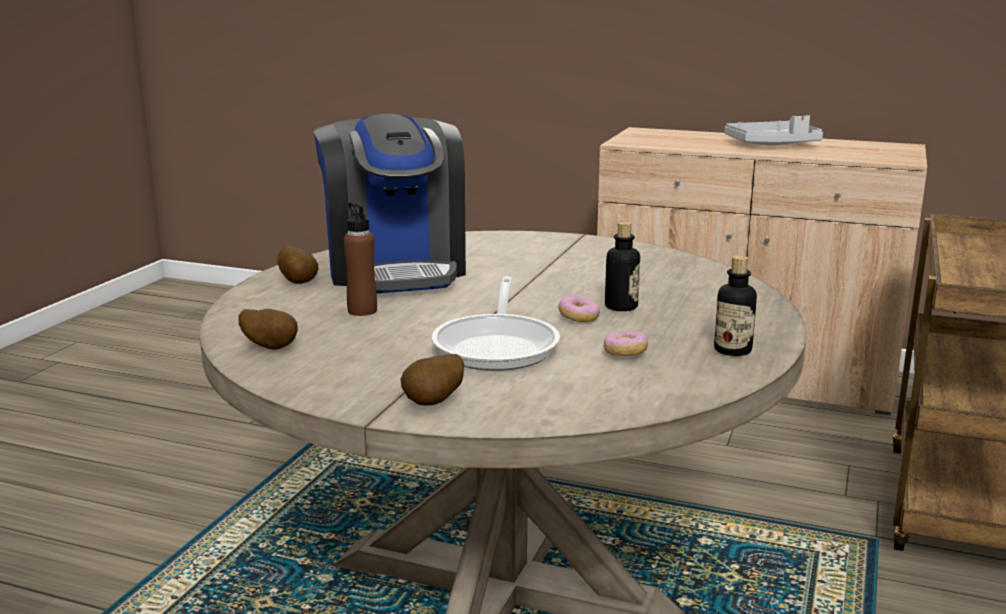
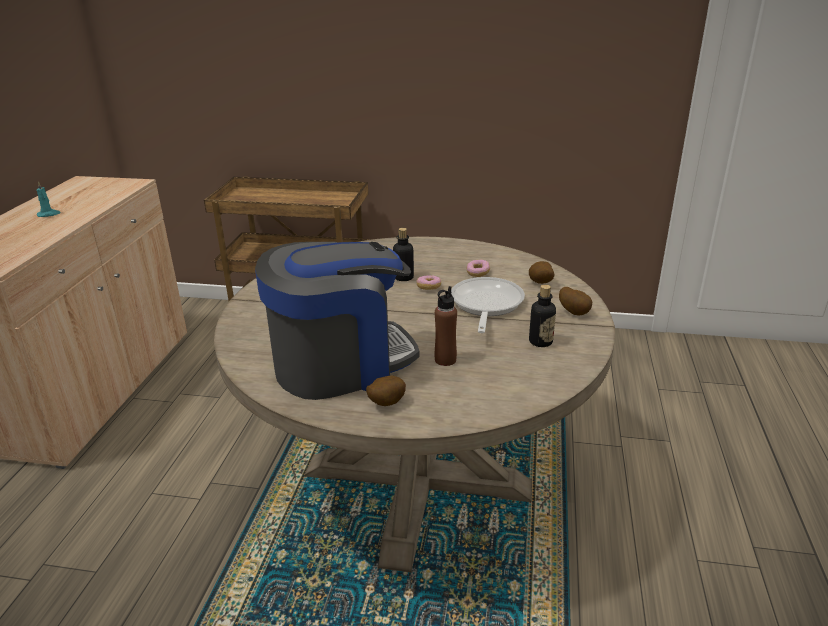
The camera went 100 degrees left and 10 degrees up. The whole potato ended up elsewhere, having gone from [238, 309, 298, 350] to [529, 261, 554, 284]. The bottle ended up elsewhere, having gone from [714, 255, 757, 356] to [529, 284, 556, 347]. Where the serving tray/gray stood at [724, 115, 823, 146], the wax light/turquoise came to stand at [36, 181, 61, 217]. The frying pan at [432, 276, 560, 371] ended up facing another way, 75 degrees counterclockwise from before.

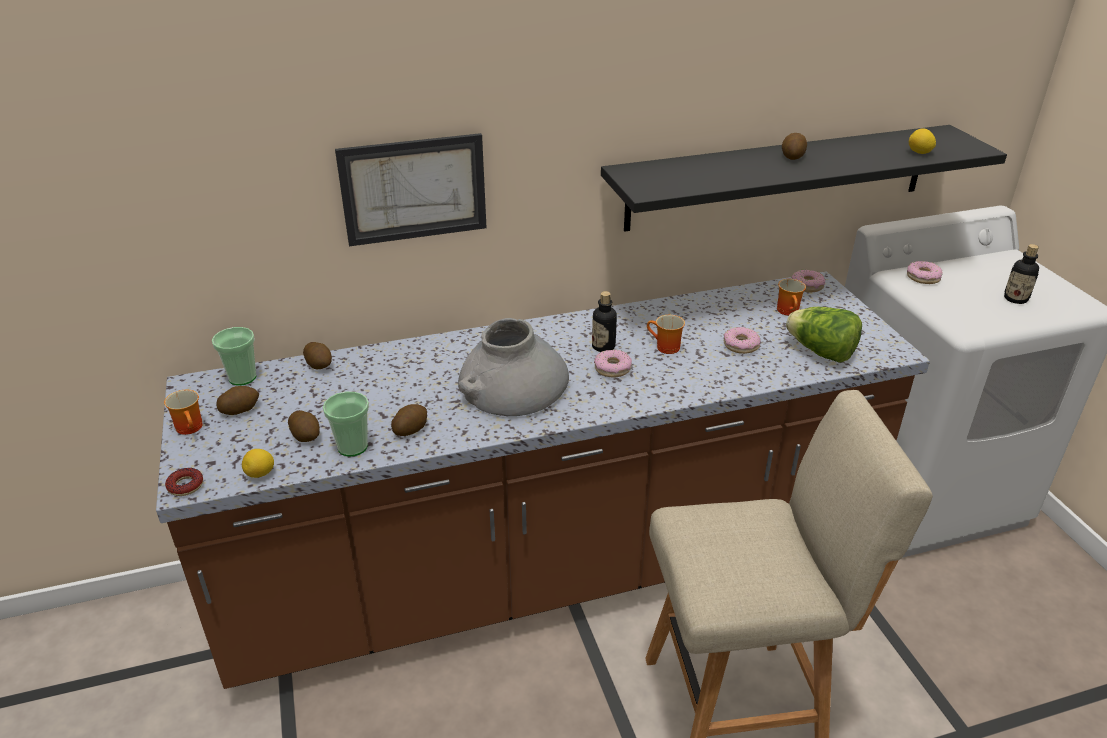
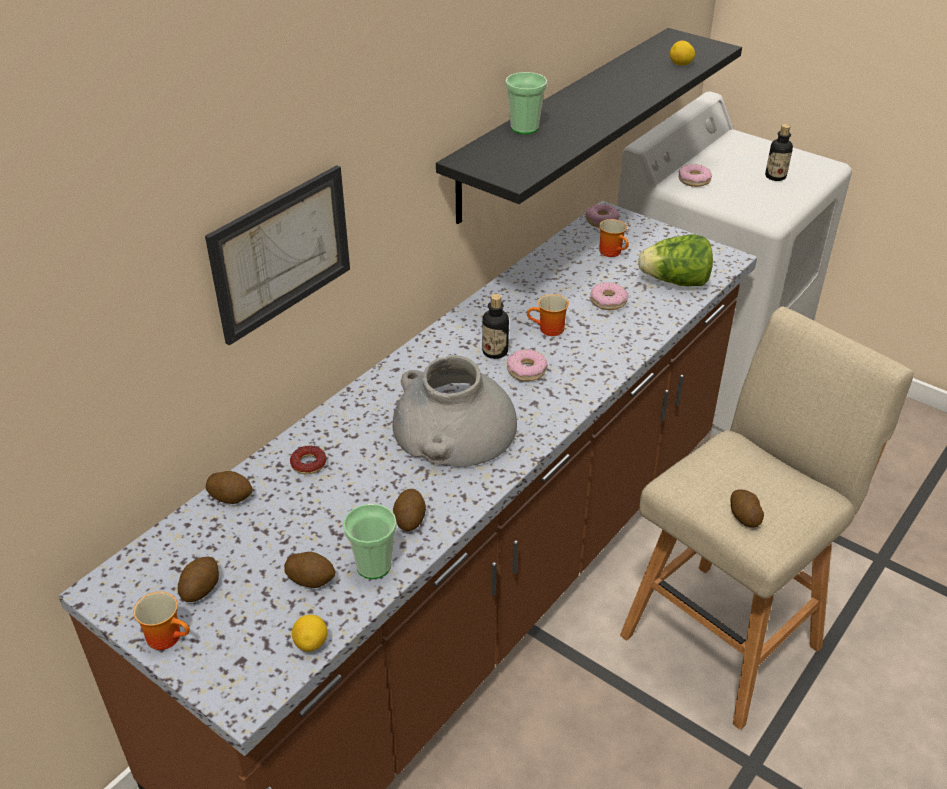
The camera went 35 degrees left and 5 degrees up. The ring doughnut ended up elsewhere, having gone from [165, 468, 203, 496] to [290, 446, 326, 474]. The drinking cup ended up elsewhere, having gone from [212, 327, 256, 386] to [505, 72, 547, 134]. The whole potato ended up elsewhere, having gone from [782, 133, 807, 160] to [730, 489, 764, 528].

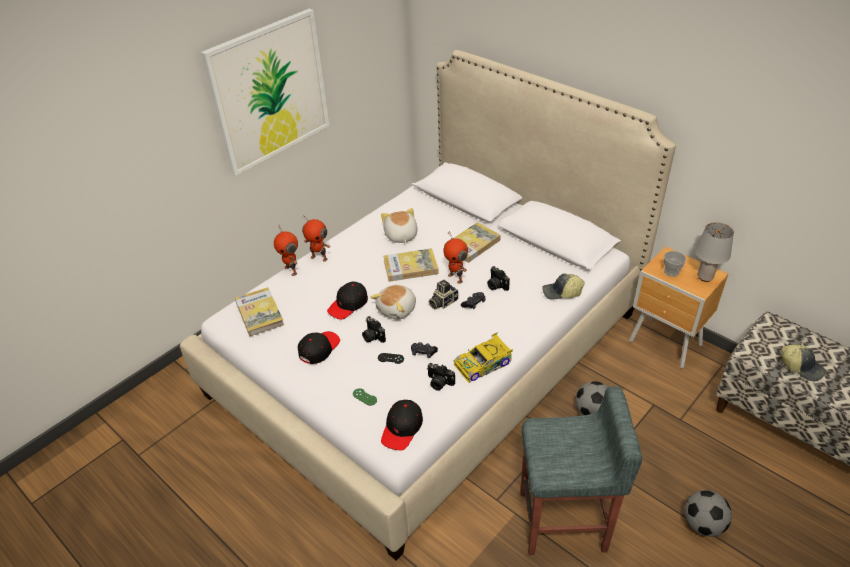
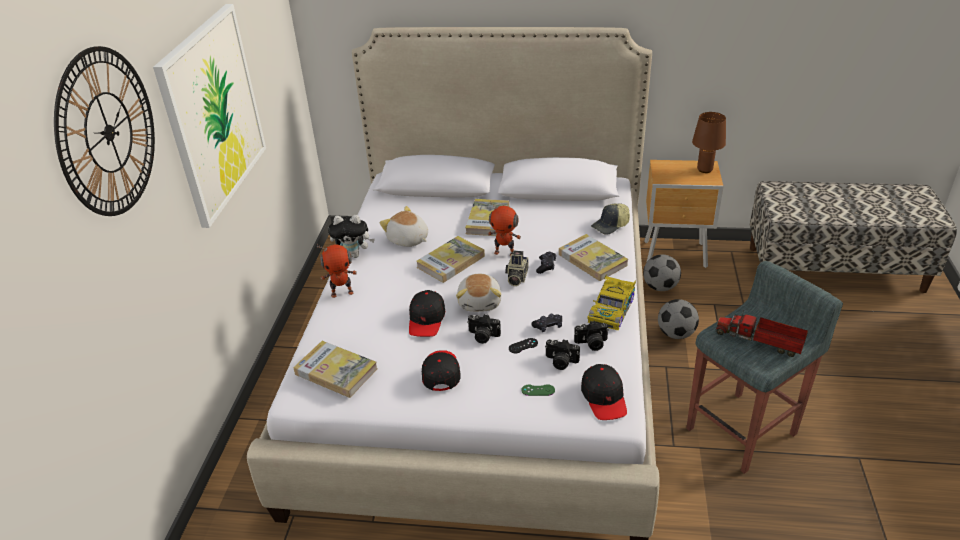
The camera went 35 degrees left and 5 degrees down. The second view lost the toy robot at [274, 224, 298, 276]. The second view lost the drinking cup at [664, 251, 686, 277]. The second view lost the baseball cap at [782, 344, 826, 381]. The second view gained the hanging clock at [54, 46, 155, 216]. The second view gained the soft toy at [328, 215, 375, 258]. The second view gained the volume at [559, 234, 628, 281]. The second view gained the model truck at [715, 310, 808, 357]. The photo camera ended up elsewhere, having gone from [487, 266, 510, 291] to [545, 339, 580, 370]. The football ended up elsewhere, having gone from [684, 490, 732, 537] to [643, 254, 681, 291]. What was the table lamp/gray at [695, 222, 734, 282] turned into the table lamp/brown-coloured at [692, 112, 726, 173].

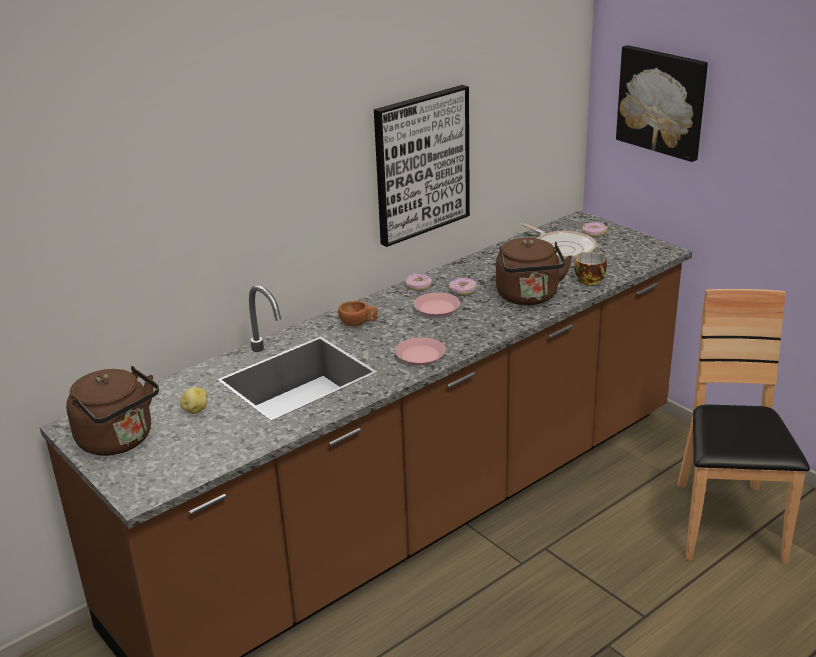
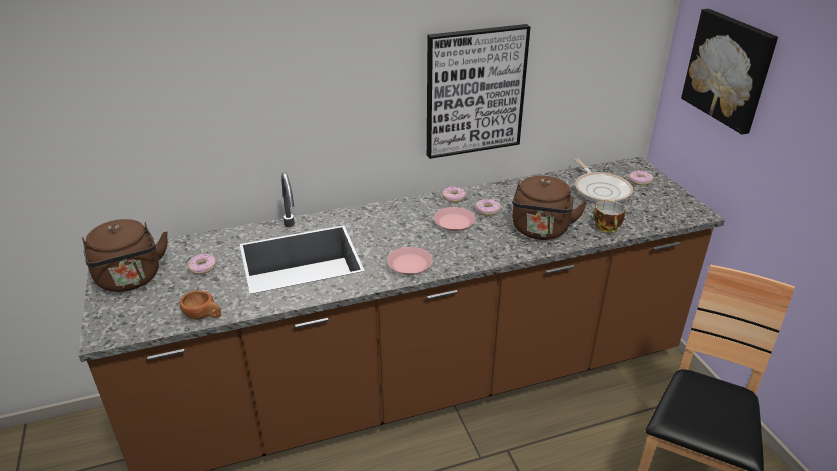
The camera went 20 degrees right and 5 degrees up. The drinking cup/brown-coloured ended up elsewhere, having gone from [338, 301, 378, 327] to [180, 290, 221, 320]. Where the whole potato stood at [180, 387, 207, 414], the ring doughnut came to stand at [188, 254, 217, 275].

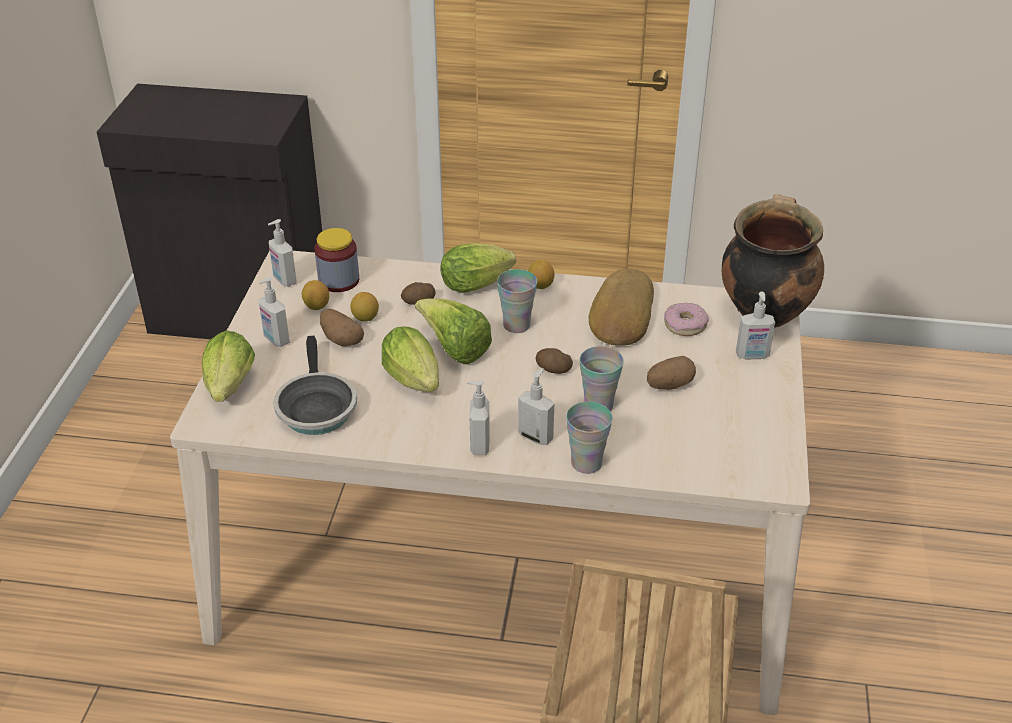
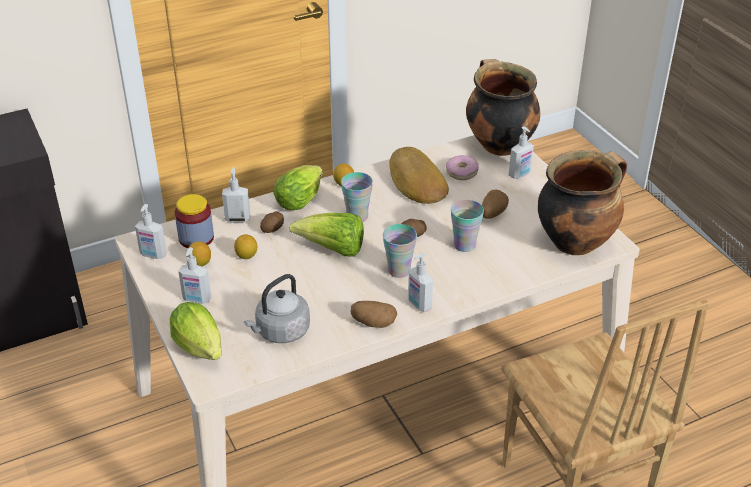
The camera went 35 degrees left and 0 degrees up. The second view lost the head of lettuce at [382, 327, 439, 392]. The second view gained the cooking pot at [538, 150, 627, 255]. The whole potato ended up elsewhere, having gone from [320, 309, 364, 346] to [351, 301, 397, 328]. The soap bottle ended up elsewhere, having gone from [518, 368, 554, 445] to [222, 167, 250, 223]. The drinking cup ended up elsewhere, having gone from [566, 402, 612, 474] to [383, 224, 417, 278]. Where the frying pan stood at [273, 336, 357, 435], the tea kettle/gray came to stand at [244, 274, 310, 343].

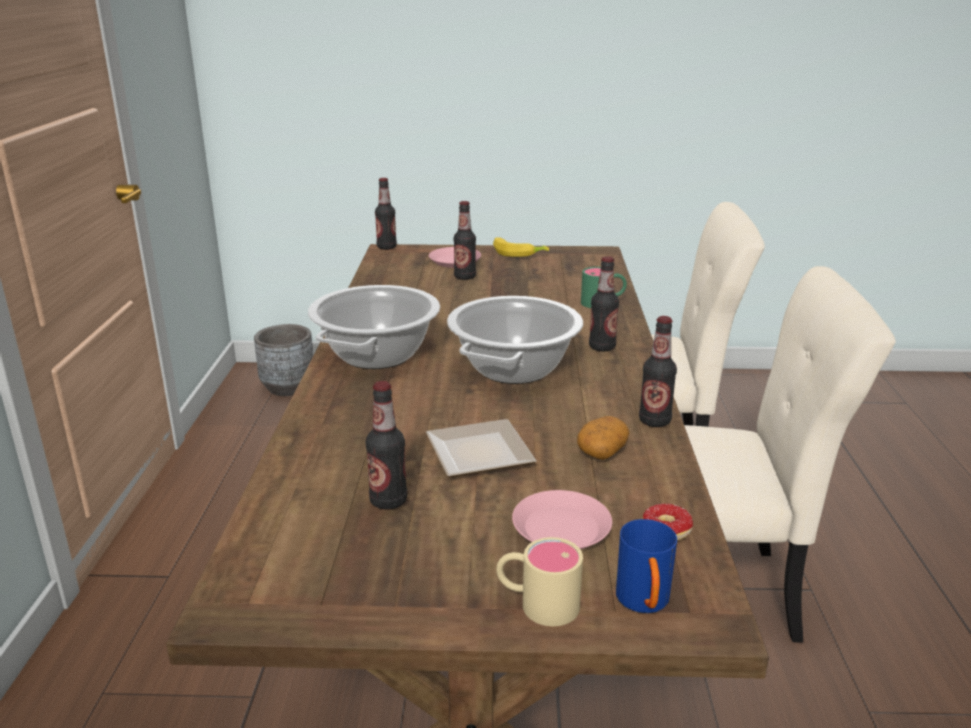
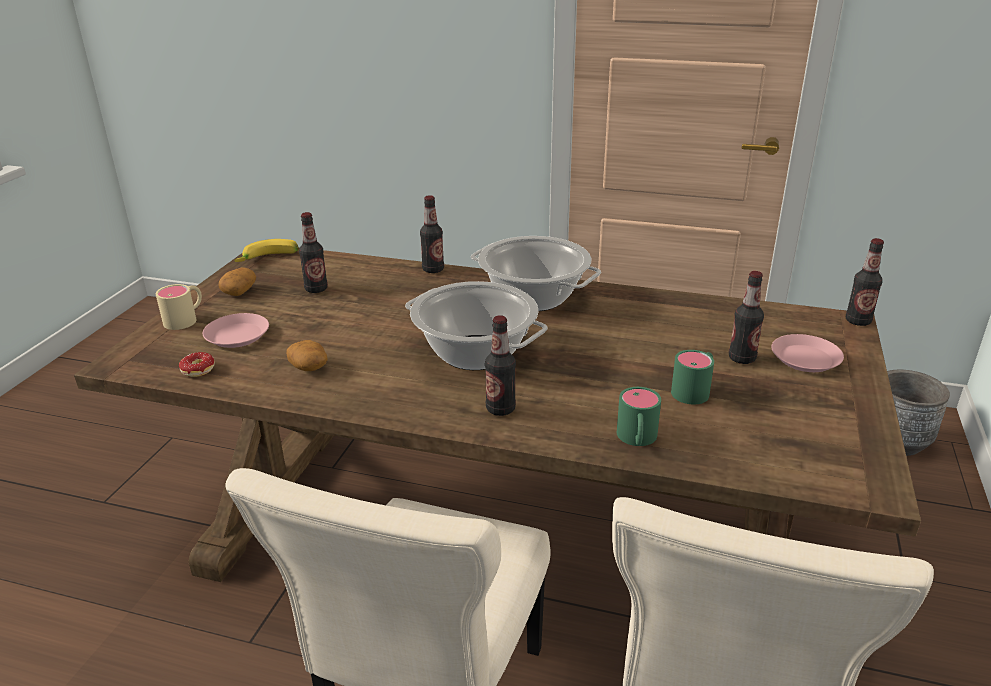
The camera went 105 degrees right and 5 degrees up. The second view lost the flat dish at [426, 419, 536, 477]. The second view lost the coffee mug/blue-coloured at [616, 519, 677, 613]. The second view gained the whole potato at [218, 267, 256, 296]. The second view gained the coffee mug/greenish at [671, 350, 714, 404]. The banana ended up elsewhere, having gone from [493, 237, 549, 257] to [234, 239, 299, 262]. The bottle ended up elsewhere, having gone from [639, 316, 677, 427] to [420, 195, 444, 273].

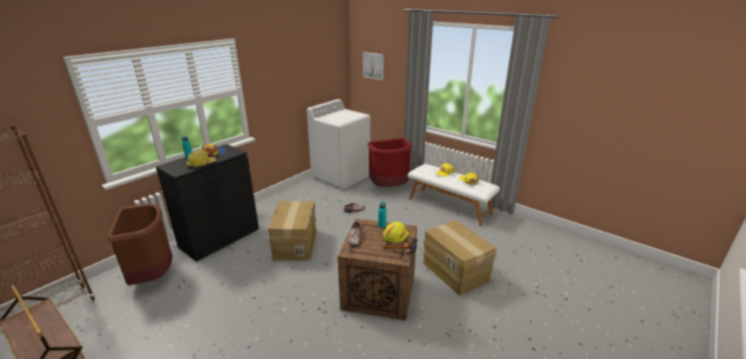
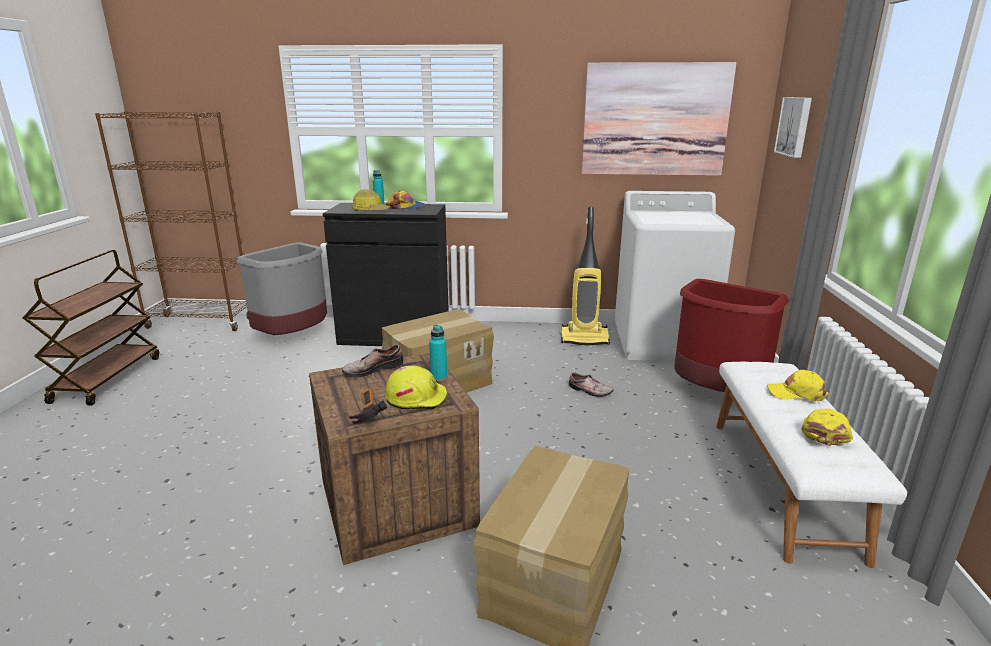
The camera went 55 degrees right and 5 degrees down. The second view gained the vacuum at [561, 207, 610, 345]. The second view gained the wall picture at [582, 62, 736, 176]. What was the waste bin/brown-coloured at [108, 204, 173, 286] turned into the waste bin/gray at [237, 242, 327, 335].

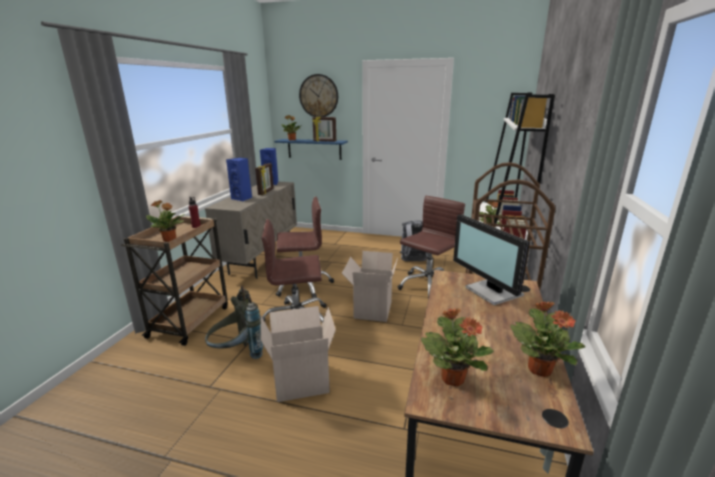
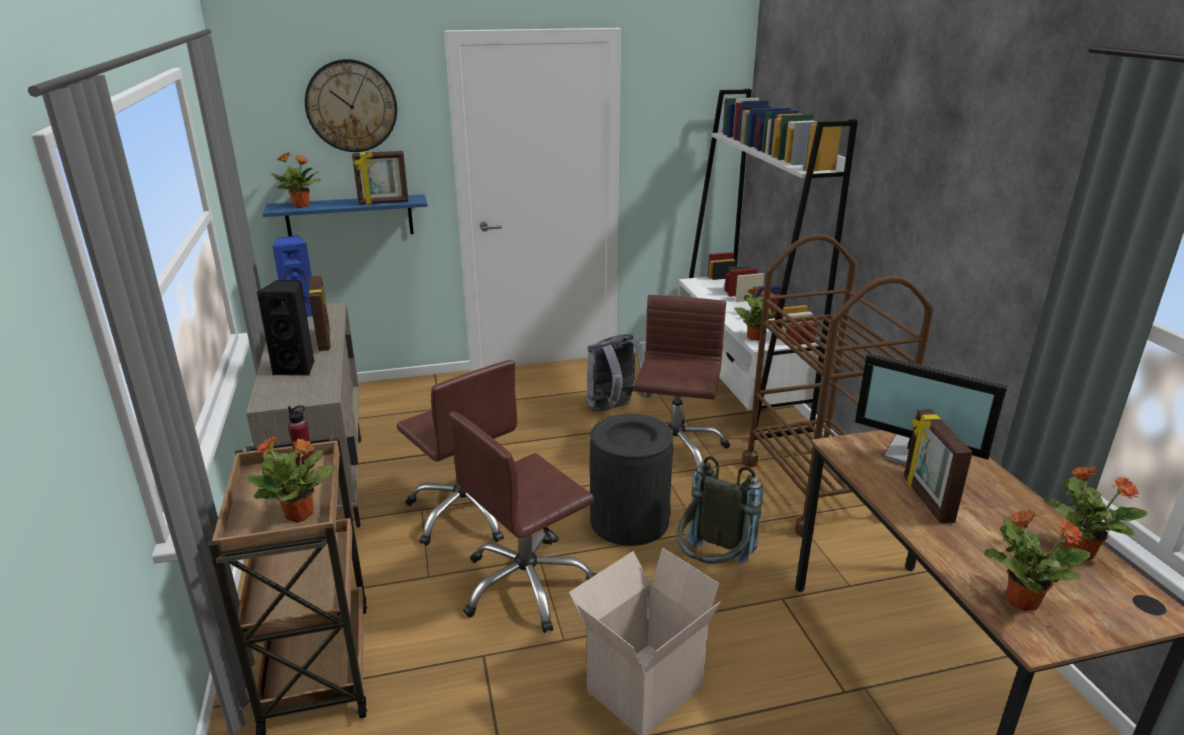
The camera went 30 degrees left and 5 degrees up. The second view gained the standing frame at [904, 409, 973, 524]. The rucksack/gray ended up elsewhere, having gone from [205, 286, 263, 359] to [677, 456, 763, 564]. Where the packing box stood at [342, 251, 398, 322], the waste bin/black-coloured came to stand at [589, 414, 673, 546]. What was the speaker/blue-coloured at [226, 158, 252, 202] turned into the speaker/black-coloured at [257, 280, 315, 376]. The office chair/brown-coloured at [276, 197, 334, 298] ended up facing another way, 90 degrees clockwise from before.

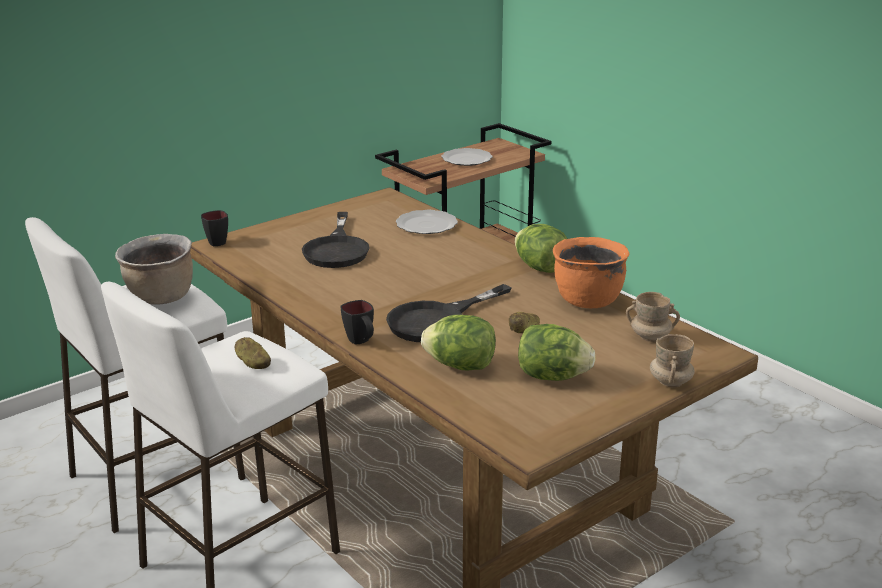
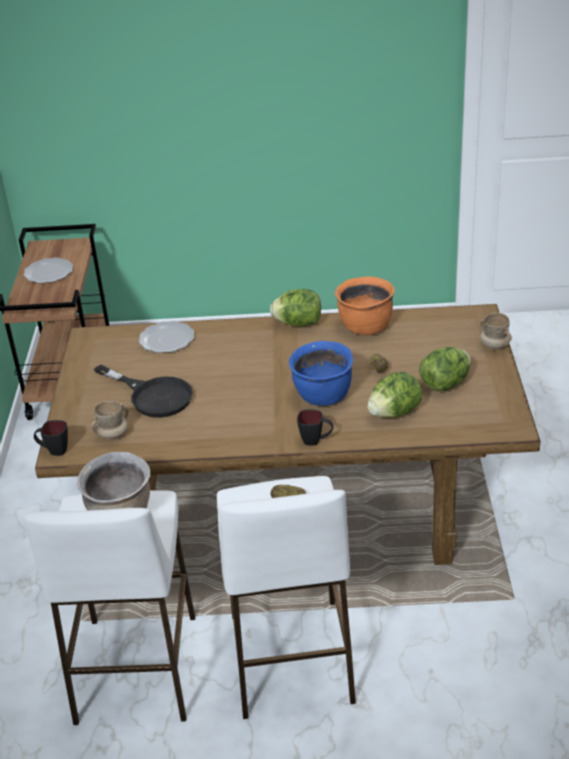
The camera went 50 degrees left and 10 degrees up. The coffee mug/beige ended up elsewhere, having gone from [626, 292, 680, 342] to [91, 400, 129, 440]. Where the frying pan/black-coloured stood at [386, 284, 511, 342], the cooking pot/blue-coloured came to stand at [289, 341, 353, 406].

